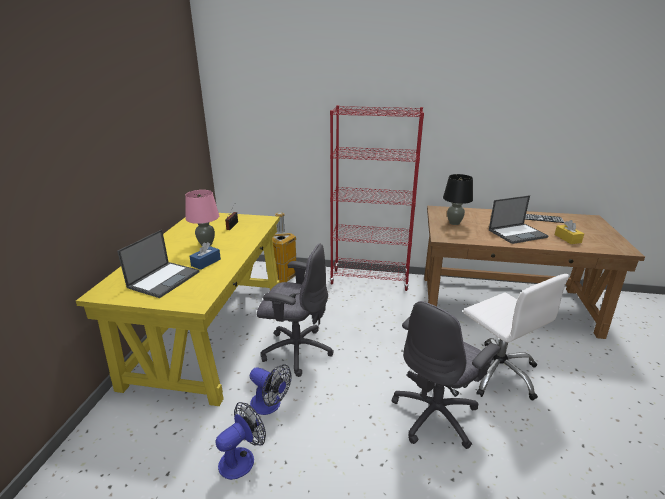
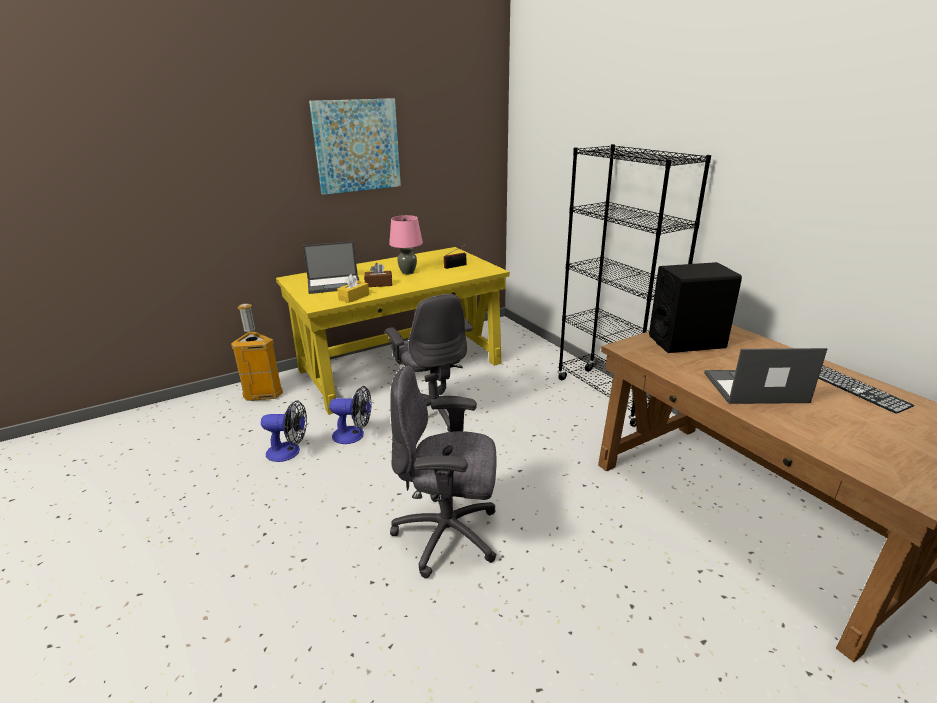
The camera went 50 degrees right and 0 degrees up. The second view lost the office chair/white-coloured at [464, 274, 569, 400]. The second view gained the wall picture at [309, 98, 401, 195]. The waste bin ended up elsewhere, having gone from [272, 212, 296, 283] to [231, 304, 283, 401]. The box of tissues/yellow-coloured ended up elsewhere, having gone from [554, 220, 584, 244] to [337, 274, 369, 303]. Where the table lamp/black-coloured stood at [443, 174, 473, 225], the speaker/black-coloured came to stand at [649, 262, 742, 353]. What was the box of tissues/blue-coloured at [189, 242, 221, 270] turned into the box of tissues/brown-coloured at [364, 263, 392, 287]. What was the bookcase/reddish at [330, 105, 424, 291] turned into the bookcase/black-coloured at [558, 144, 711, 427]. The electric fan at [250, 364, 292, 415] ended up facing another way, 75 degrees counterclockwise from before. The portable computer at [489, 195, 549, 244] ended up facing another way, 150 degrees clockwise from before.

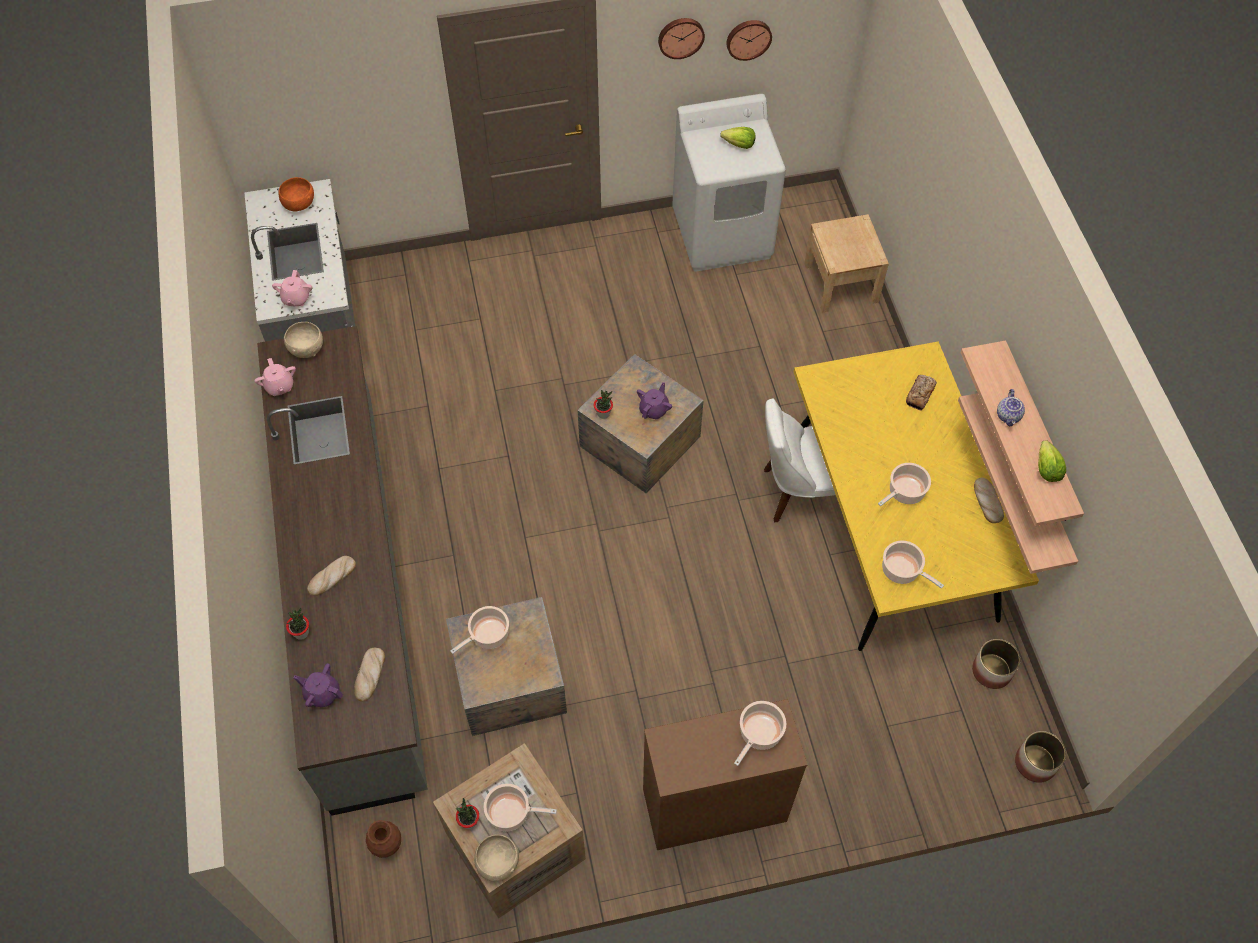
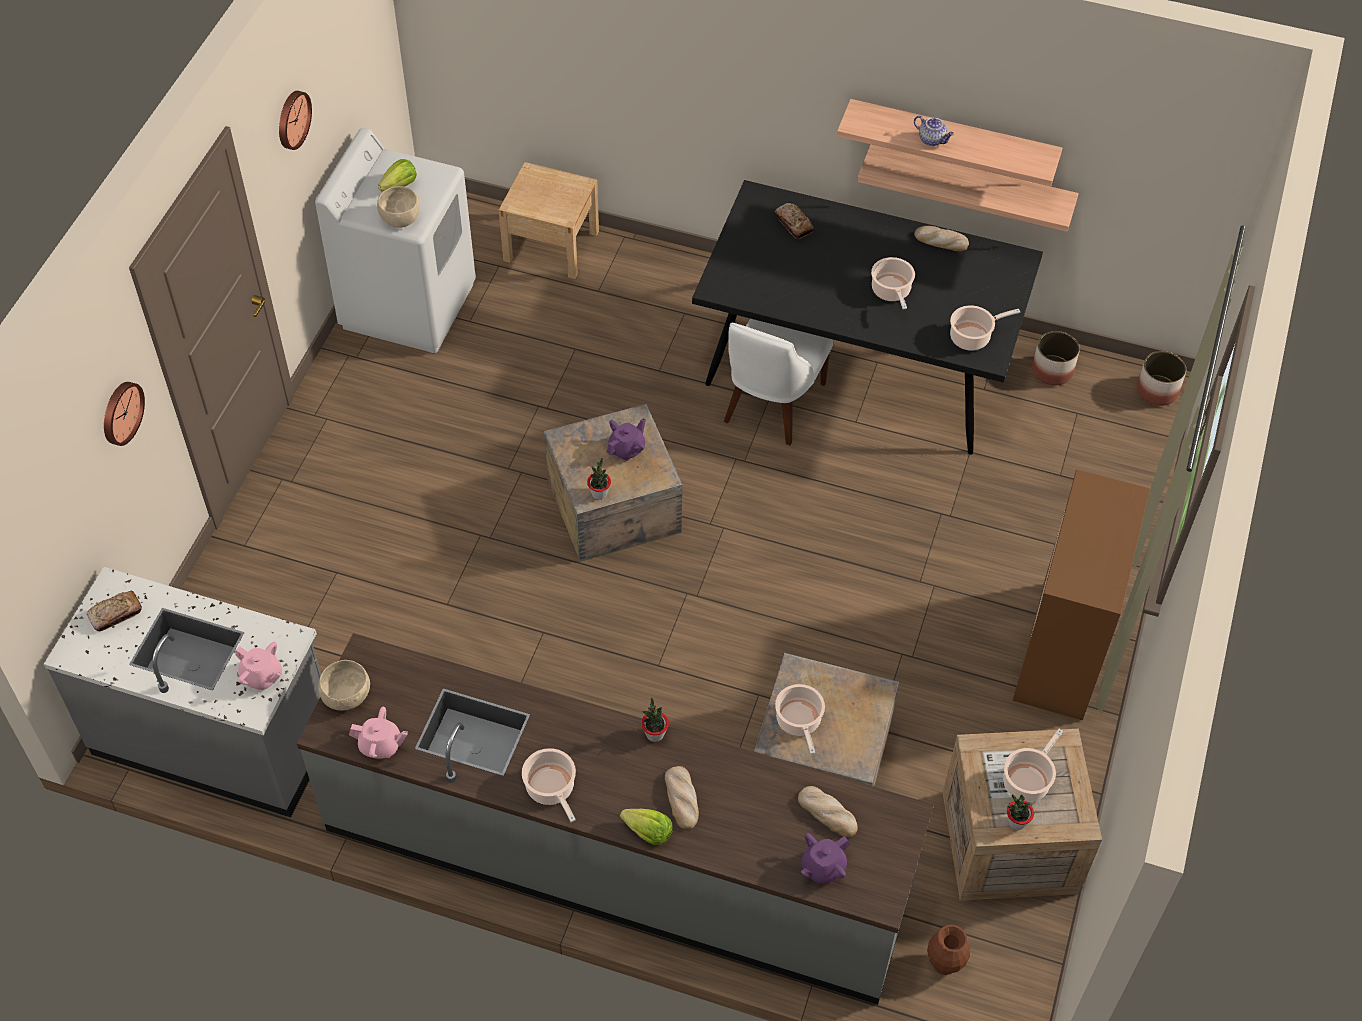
The camera went 60 degrees left and 5 degrees down. The potted plant ended up elsewhere, having gone from [286, 608, 309, 640] to [641, 697, 669, 742]. The deep dish/beige ended up elsewhere, having gone from [474, 834, 519, 882] to [377, 186, 420, 228]. The hanging clock ended up elsewhere, having gone from [726, 20, 772, 61] to [104, 382, 145, 446]. The cooking pot ended up elsewhere, having gone from [734, 701, 786, 766] to [522, 748, 576, 822]. The head of lettuce ended up elsewhere, having gone from [1038, 440, 1066, 482] to [620, 809, 673, 845]. Where the deep dish/orangey stood at [278, 177, 314, 211], the bread came to stand at [87, 590, 142, 631]. What was the kitchen table/yellow-coloured at [794, 341, 1039, 651] turned into the kitchen table/black-coloured at [692, 180, 1043, 455]. The pot for tea/purplish at [637, 382, 672, 420] ended up facing another way, 75 degrees clockwise from before.

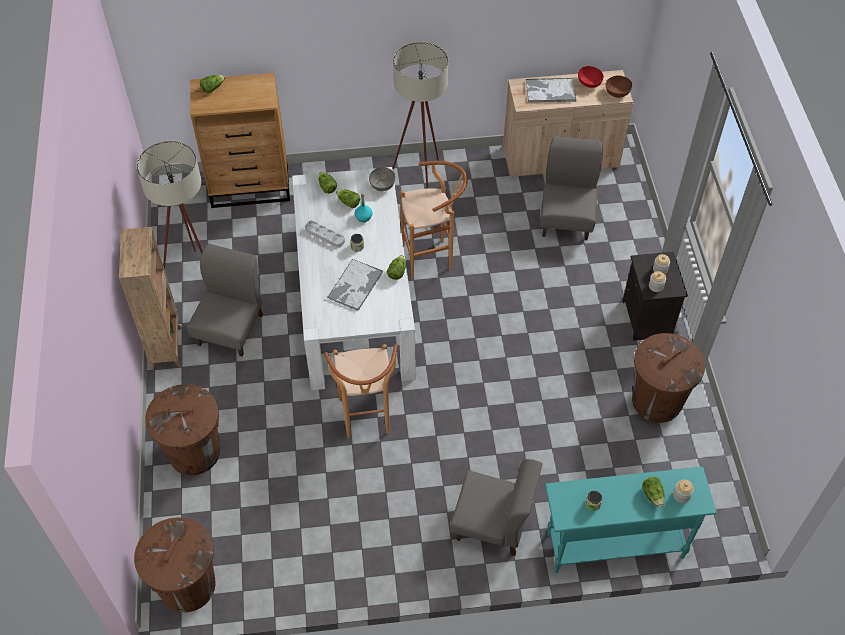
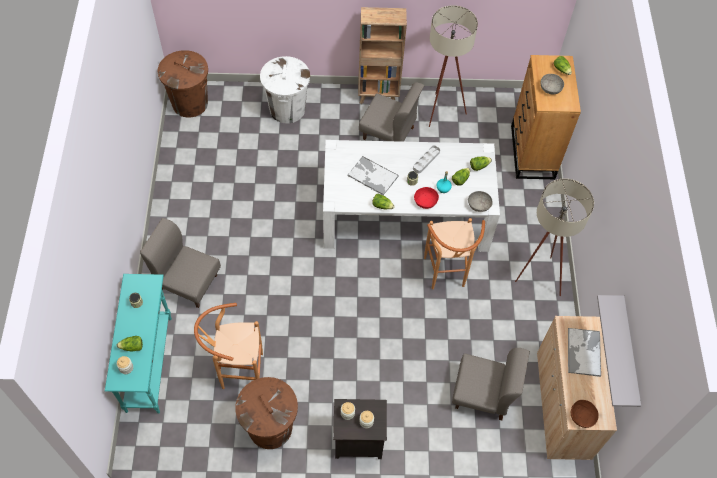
The camera went 95 degrees right and 5 degrees up. The second view gained the deep dish/gray at [540, 74, 564, 94]. The second view gained the wall shelf/gray at [597, 295, 641, 407]. The stool/brown-coloured ended up elsewhere, having gone from [324, 344, 398, 438] to [194, 303, 263, 389]. The deep dish/reddish ended up elsewhere, having gone from [578, 66, 604, 88] to [414, 187, 439, 209]. What was the waste bin/brown-coloured at [145, 384, 220, 475] turned into the waste bin/white-coloured at [260, 56, 310, 123]. The upright chair/gray at [450, 459, 543, 556] ended up facing another way, 90 degrees clockwise from before.

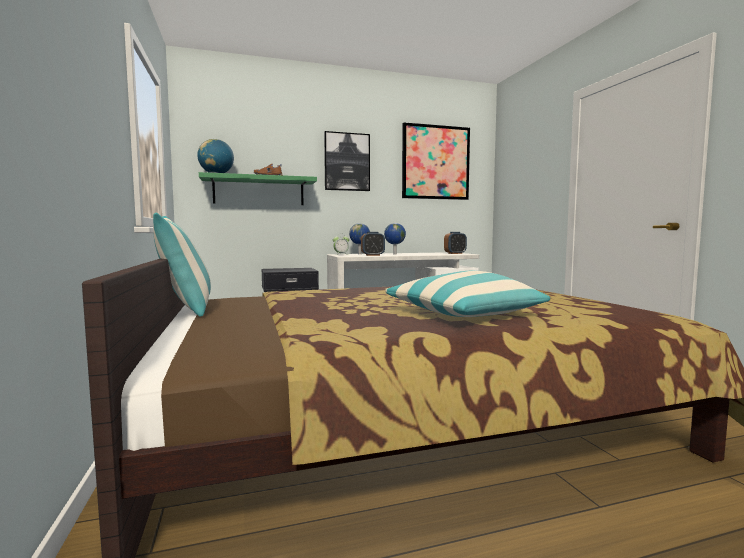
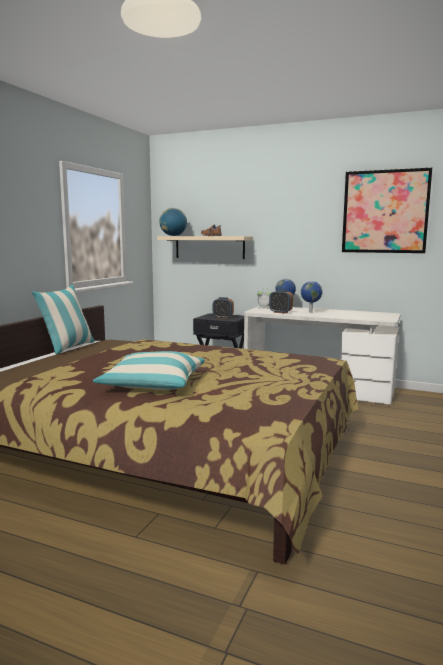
The camera went 40 degrees right and 5 degrees up. The second view lost the wall picture at [324, 131, 370, 191]. The bedside clock ended up elsewhere, having gone from [444, 232, 467, 254] to [213, 297, 234, 319]. What was the wall shelf/greenish at [199, 172, 317, 205] turned into the wall shelf/beige at [157, 236, 253, 259].

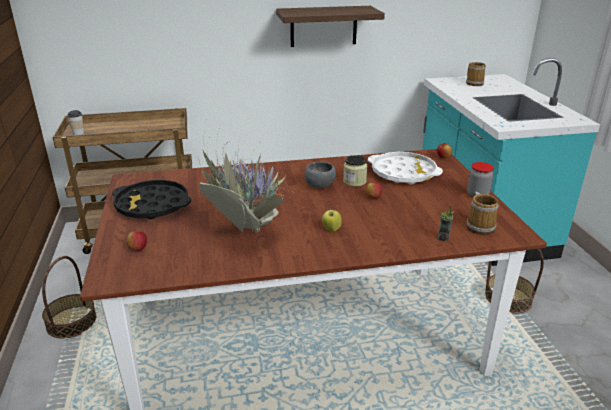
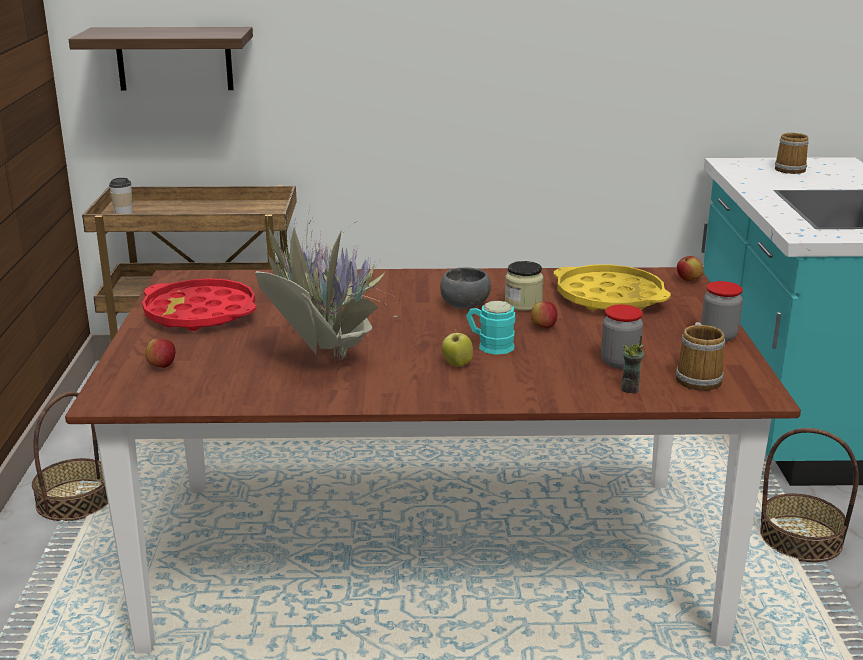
The camera went 10 degrees right and 5 degrees down. The second view gained the coffee mug/turquoise at [466, 301, 515, 355]. The second view gained the storage jar at [601, 304, 643, 369]. The wall shelf ended up elsewhere, having gone from [276, 6, 385, 47] to [68, 27, 253, 91]. What was the serving tray/black-coloured at [112, 180, 191, 219] turned into the serving tray/reddish at [142, 278, 256, 331]. What was the serving tray/white-coloured at [368, 152, 443, 184] turned into the serving tray/yellow-coloured at [554, 264, 671, 310].

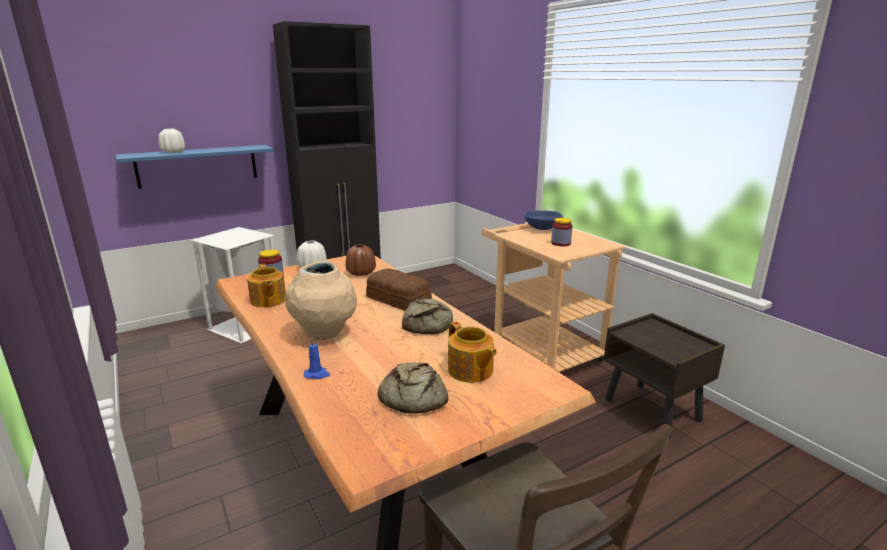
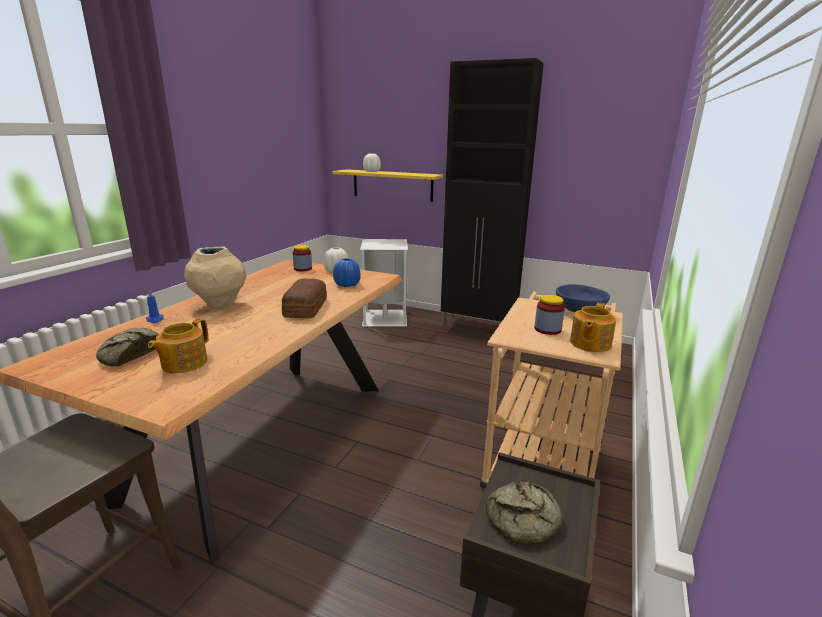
The camera went 55 degrees right and 0 degrees up. The pot for tea ended up elsewhere, having gone from [247, 263, 286, 307] to [570, 302, 616, 352]. The bread ended up elsewhere, having gone from [402, 298, 453, 334] to [486, 481, 562, 545]. What was the wall shelf/blue-coloured at [116, 145, 273, 189] turned into the wall shelf/yellow-coloured at [332, 169, 443, 202]. What was the decorative vase/brown-coloured at [346, 244, 376, 276] turned into the decorative vase/blue-coloured at [333, 258, 361, 287].

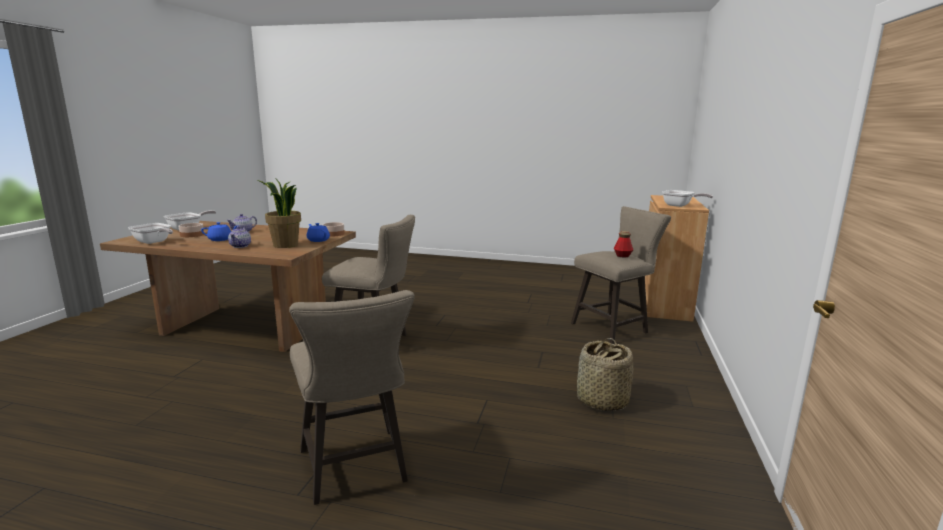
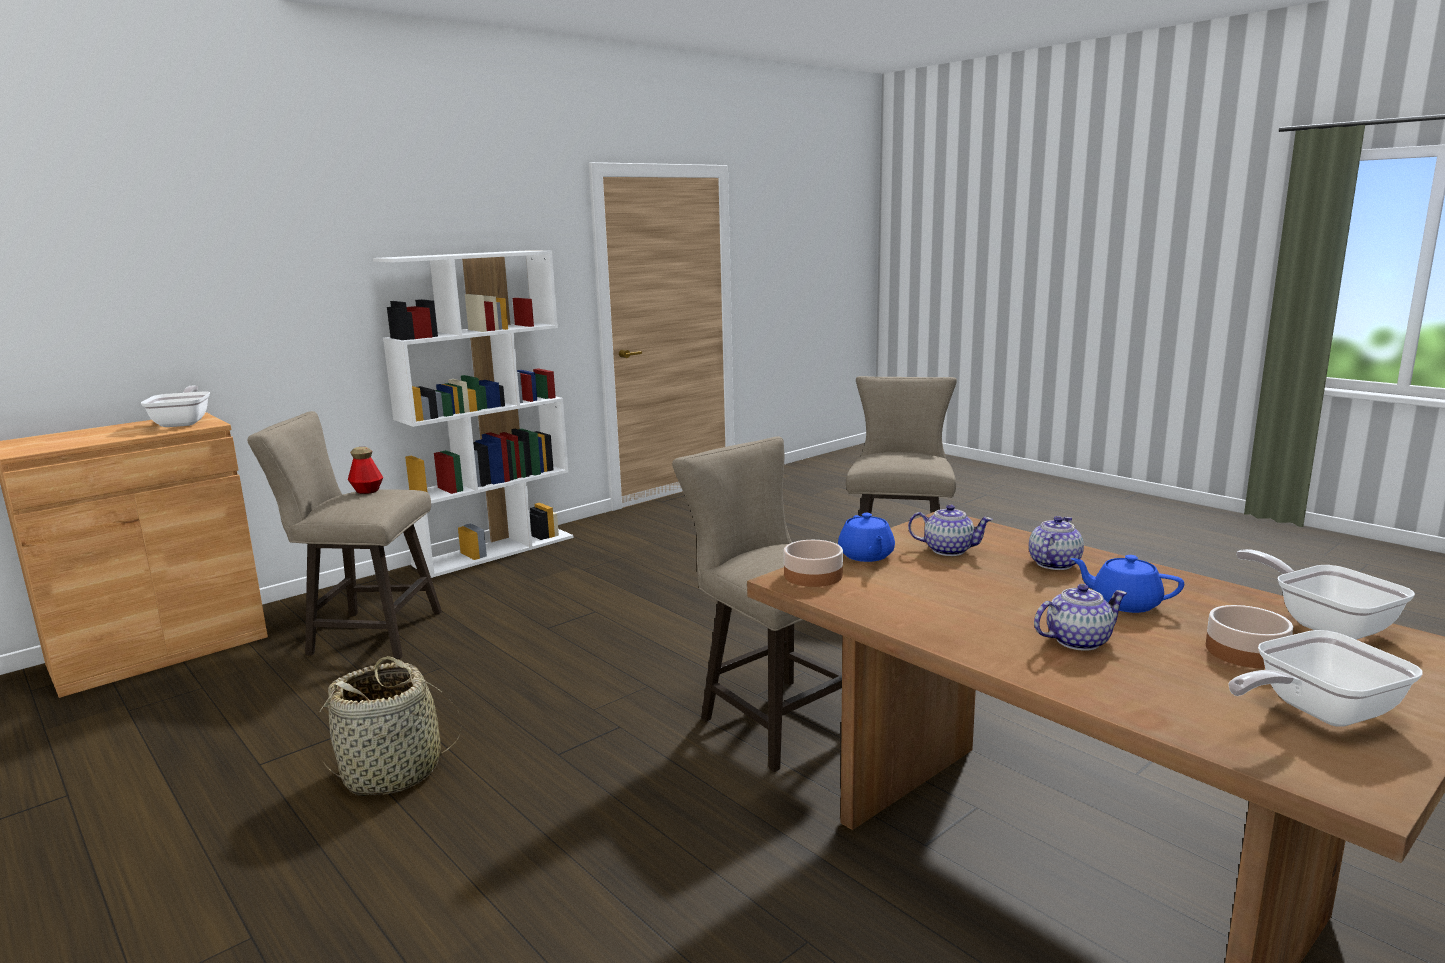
The camera went 145 degrees left and 0 degrees up. The second view gained the bookcase/white-coloured at [373, 250, 573, 578]. The basket ended up elsewhere, having gone from [577, 338, 633, 411] to [319, 656, 462, 796]. Where the potted plant stood at [257, 178, 301, 248], the pot for tea came to stand at [908, 504, 993, 556].

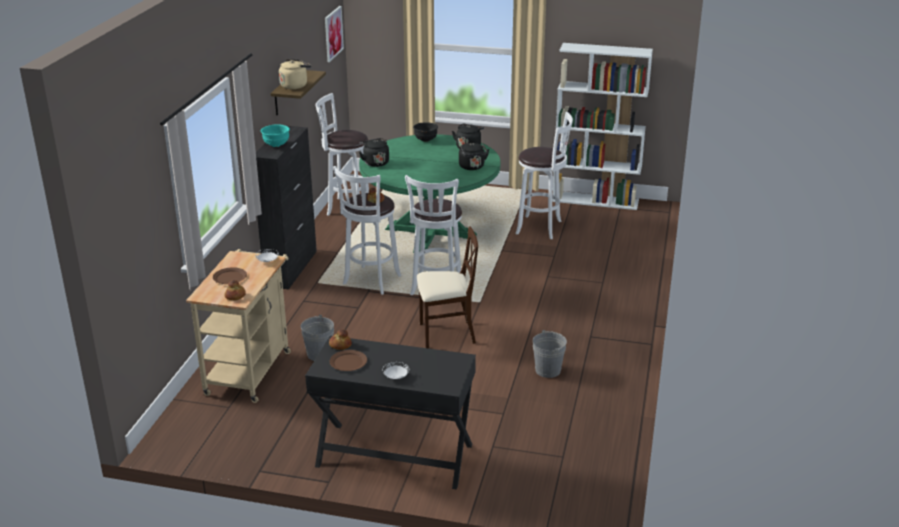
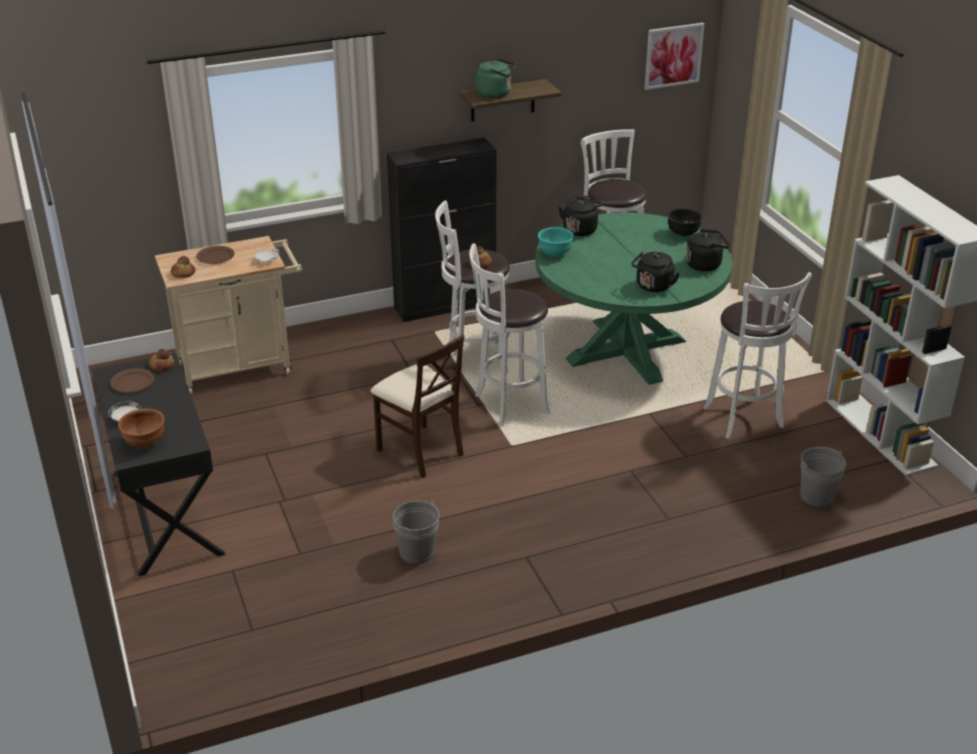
The camera went 55 degrees right and 5 degrees up. The second view gained the deep dish/brown-coloured at [118, 408, 165, 448]. The deep dish/turquoise ended up elsewhere, having gone from [261, 124, 290, 147] to [538, 227, 574, 257]. The bucket/gray ended up elsewhere, having gone from [301, 315, 334, 361] to [800, 447, 846, 507]. What was the tea kettle/beige at [279, 59, 311, 89] turned into the tea kettle/greenish at [476, 58, 516, 98].

